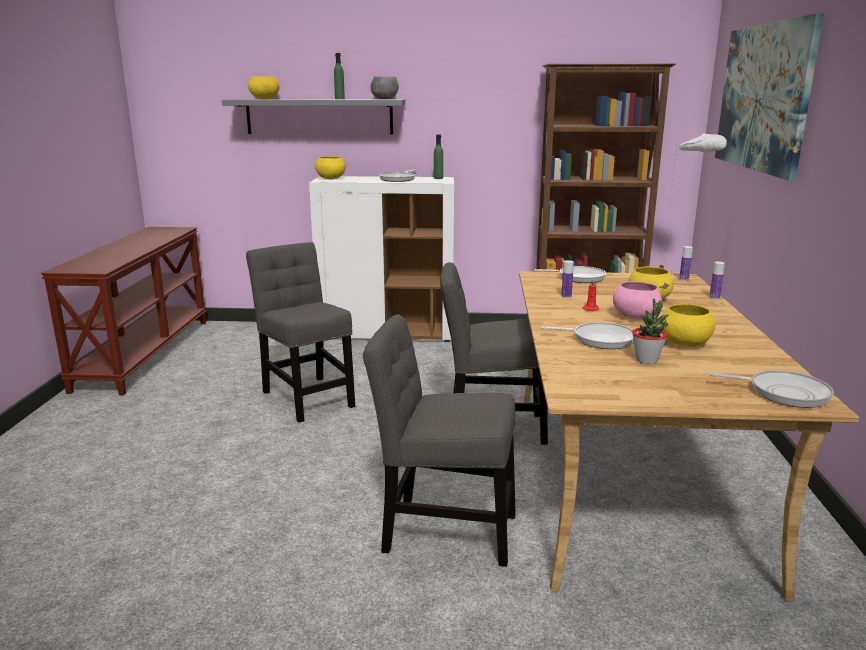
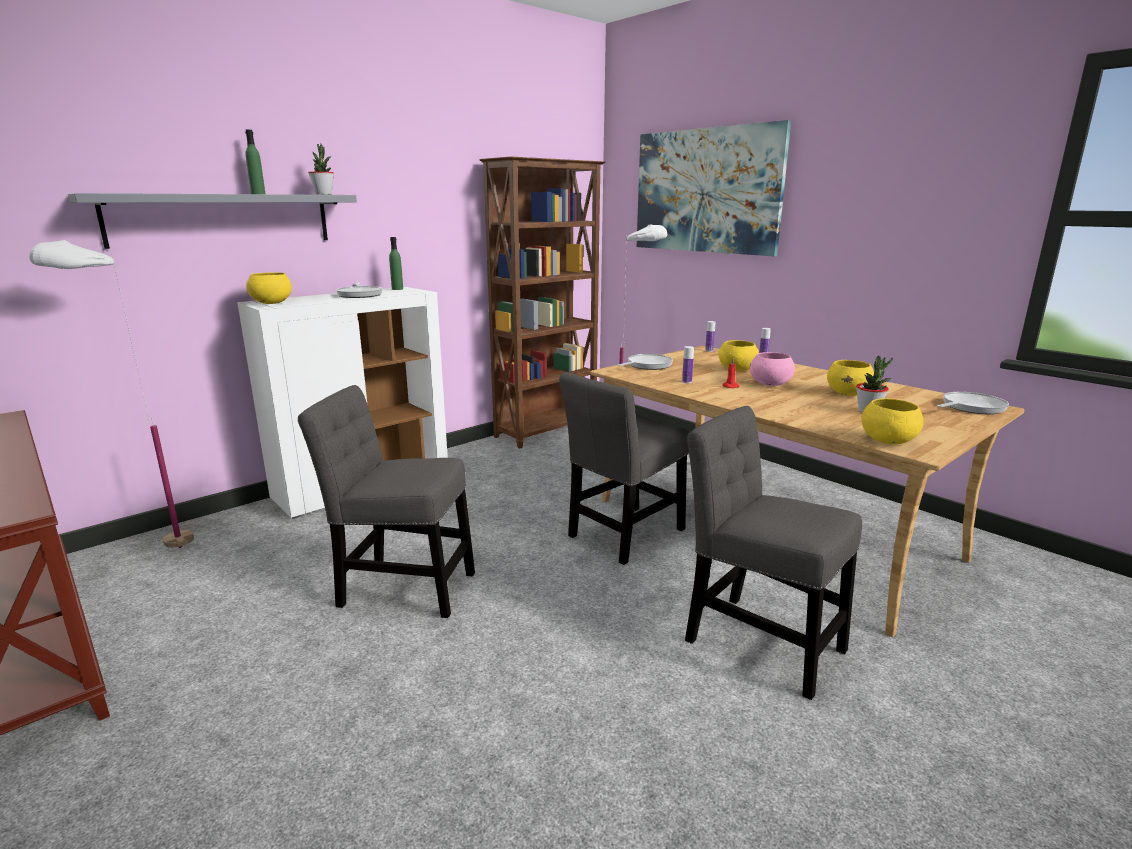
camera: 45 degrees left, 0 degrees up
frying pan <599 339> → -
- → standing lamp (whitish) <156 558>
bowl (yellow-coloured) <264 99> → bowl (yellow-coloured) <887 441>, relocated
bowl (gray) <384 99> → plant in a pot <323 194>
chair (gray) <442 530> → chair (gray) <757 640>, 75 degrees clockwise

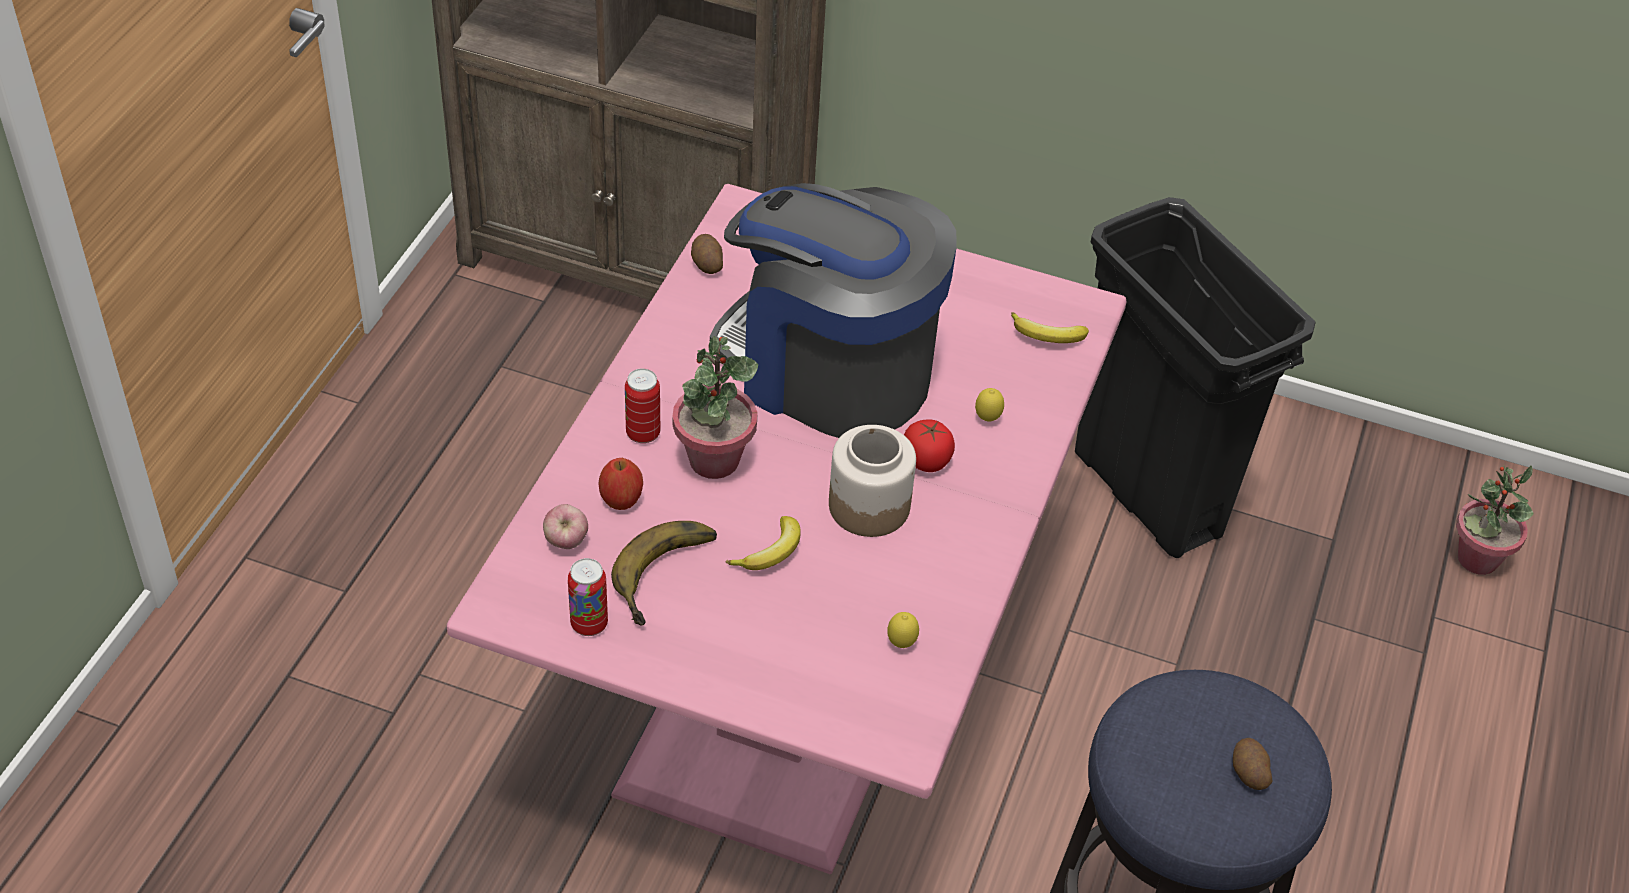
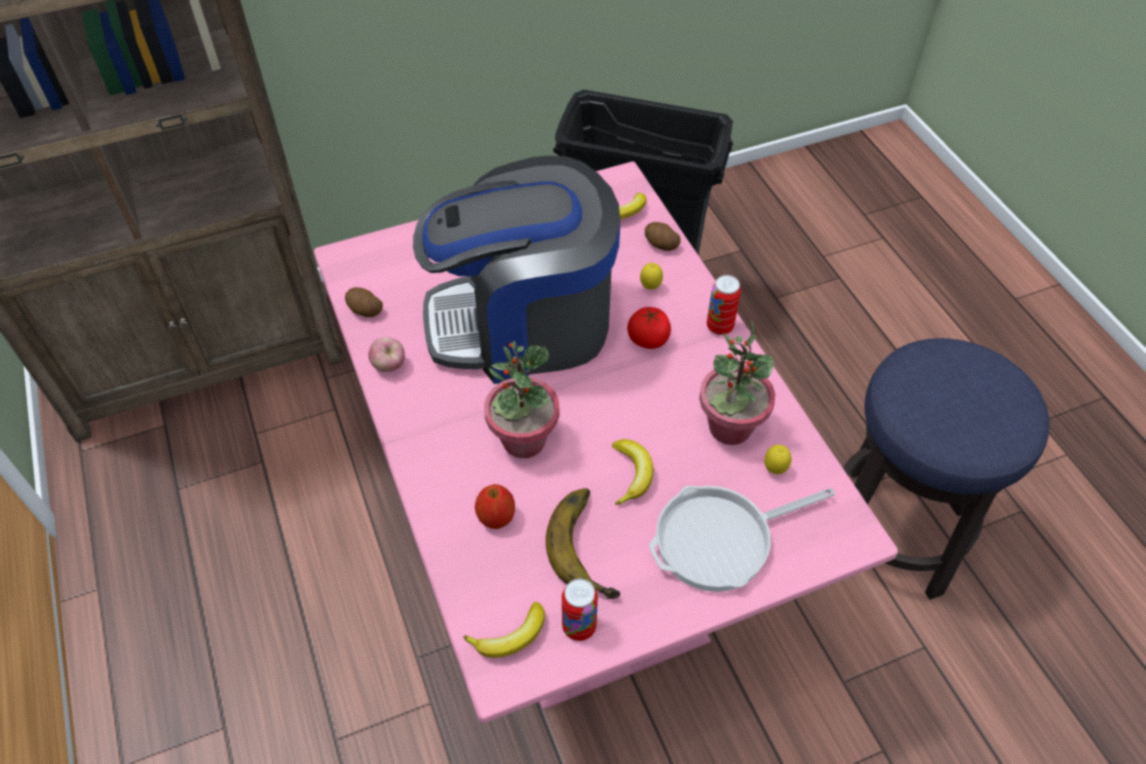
camera: 40 degrees left, 5 degrees up
jar <869 505> → -
- → whole banana <510 636>
- → frying pan <720 540>
whole apple <566 542> → whole apple <389 366>, relocated
sealed can <643 433> → sealed can <719 327>, relocated
potato <1248 773> → potato <660 244>, relocated
plant in a pot <1477 559> → plant in a pot <729 427>, relocated

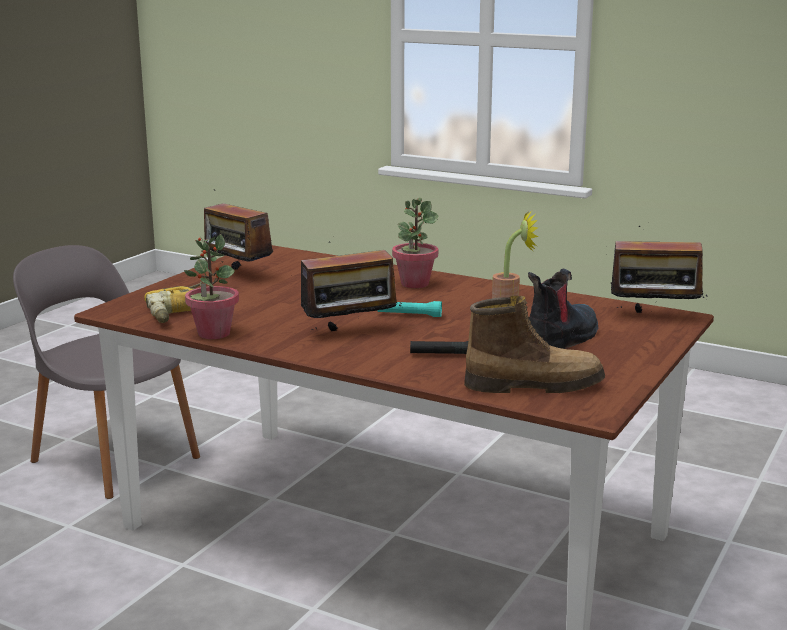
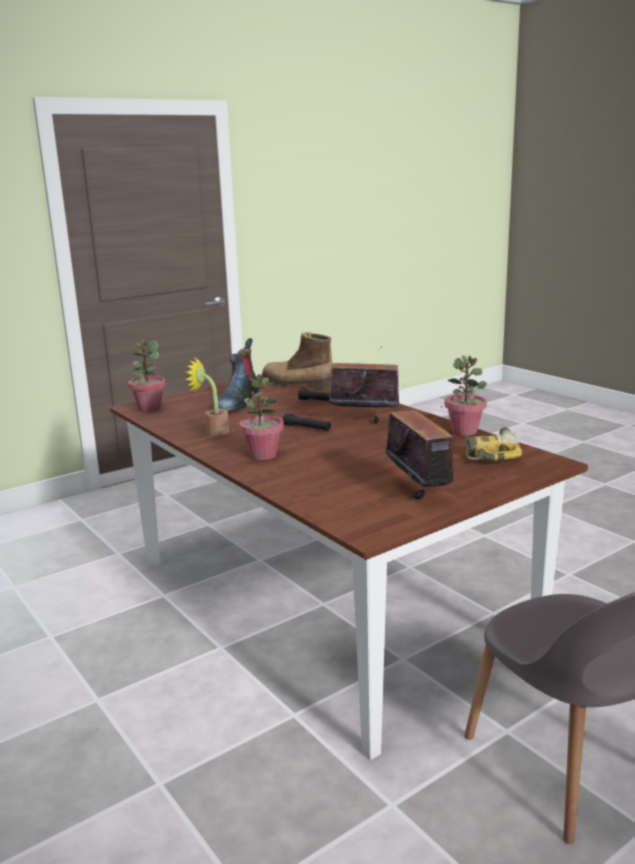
camera: 155 degrees left, 0 degrees up
radio <654 316> → plant in a pot <149 408>
flashlight (turquoise-coloured) <409 315> → flashlight (black) <307 428>
boot <561 339> → boot <237 402>, 45 degrees counterclockwise

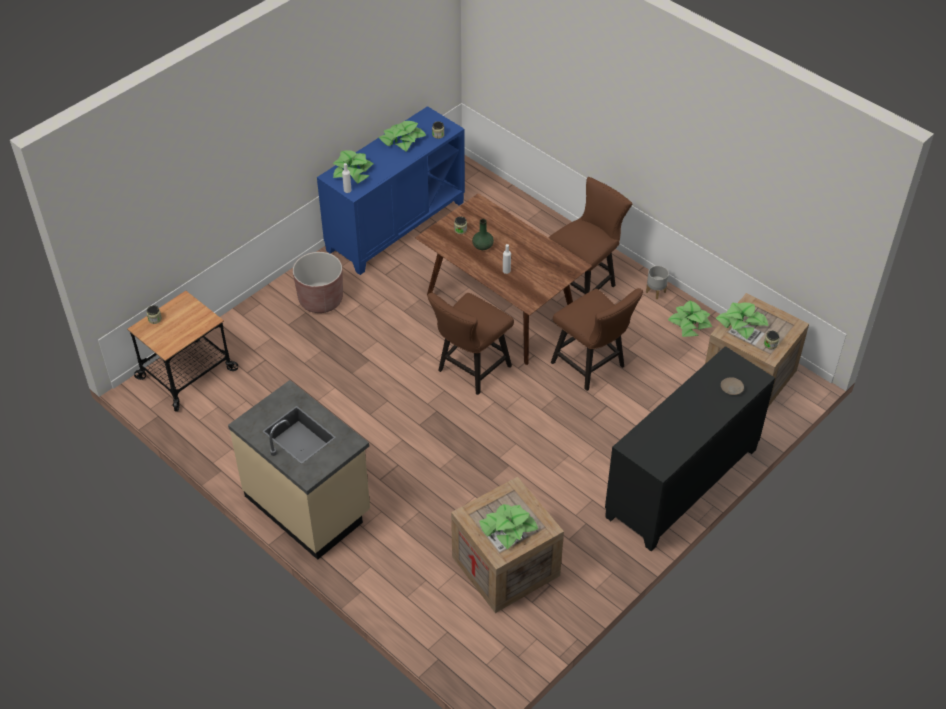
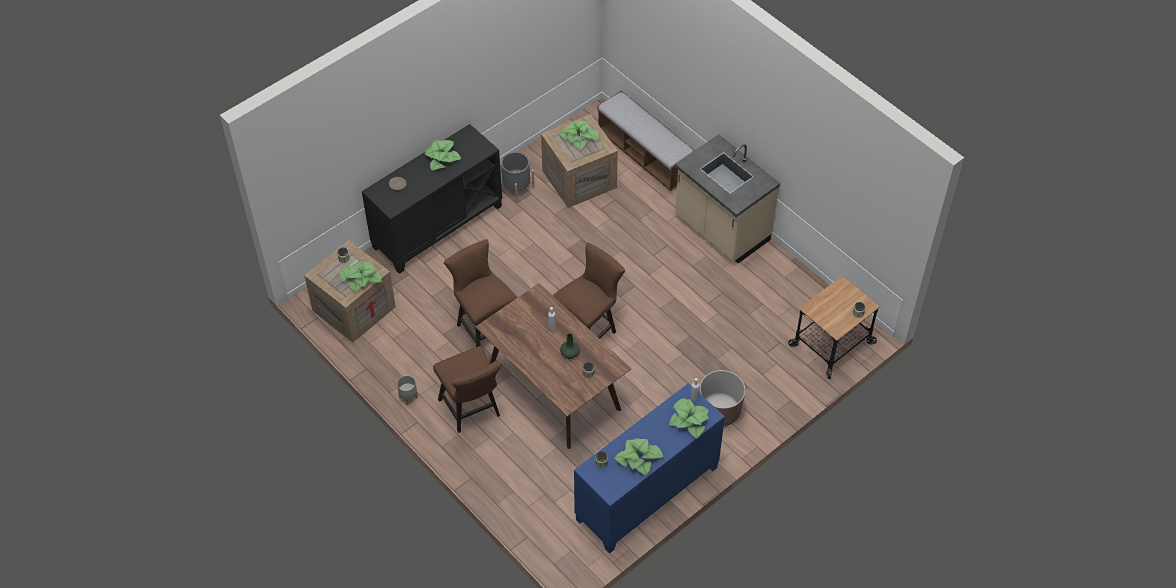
camera: 175 degrees left, 5 degrees up
- → plant pot (gray) <516 188>
- → long seat <645 155>
plant in a pot <689 324> → plant in a pot <442 157>, relocated
chair (brown-coloured) <584 283> → chair (brown-coloured) <472 410>, 75 degrees counterclockwise

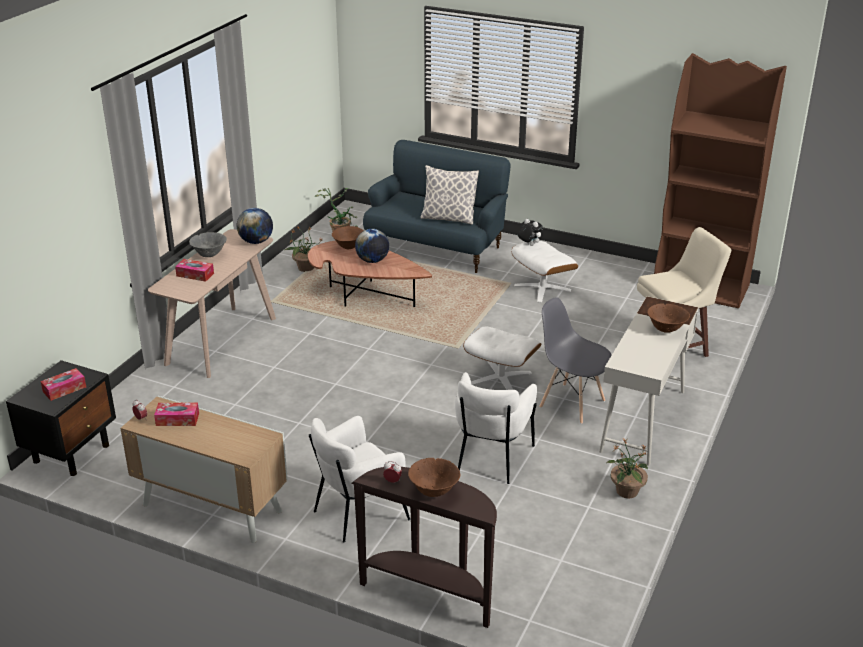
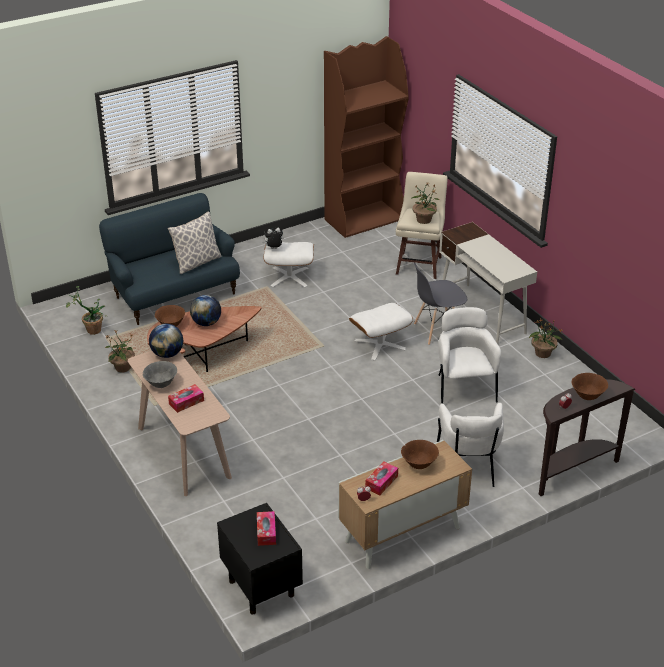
camera: 55 degrees left, 5 degrees up
- → plant in a pot <424 219>
bowl (brown-coloured) <666 329> → bowl (brown-coloured) <419 464>, relocated
lounge chair (whitish) <491 458> → lounge chair (whitish) <463 389>, 150 degrees counterclockwise

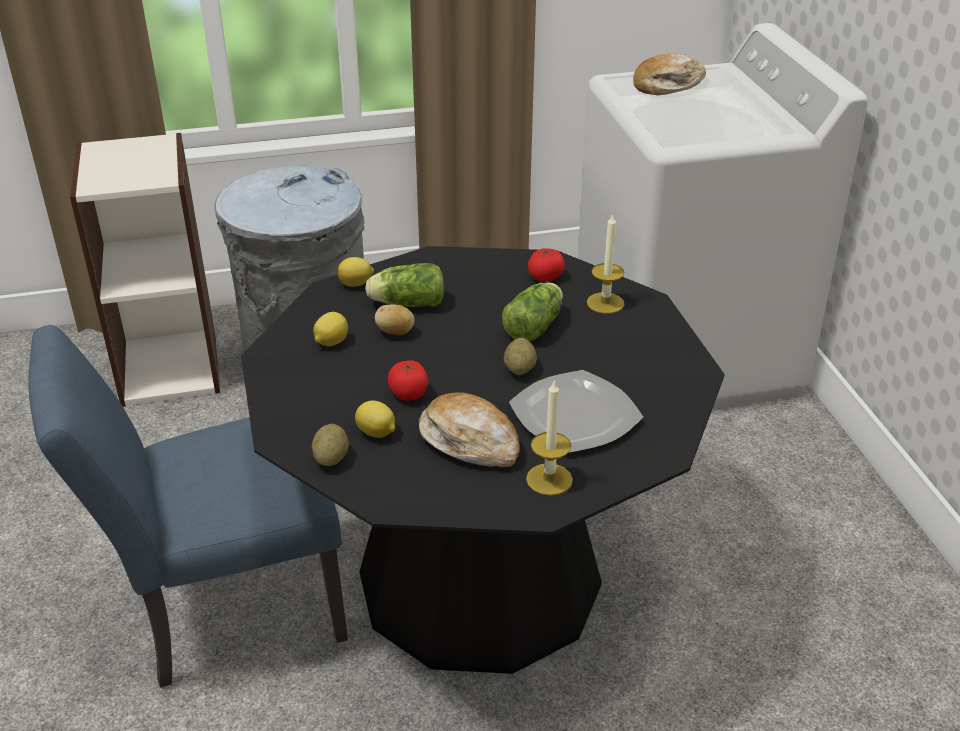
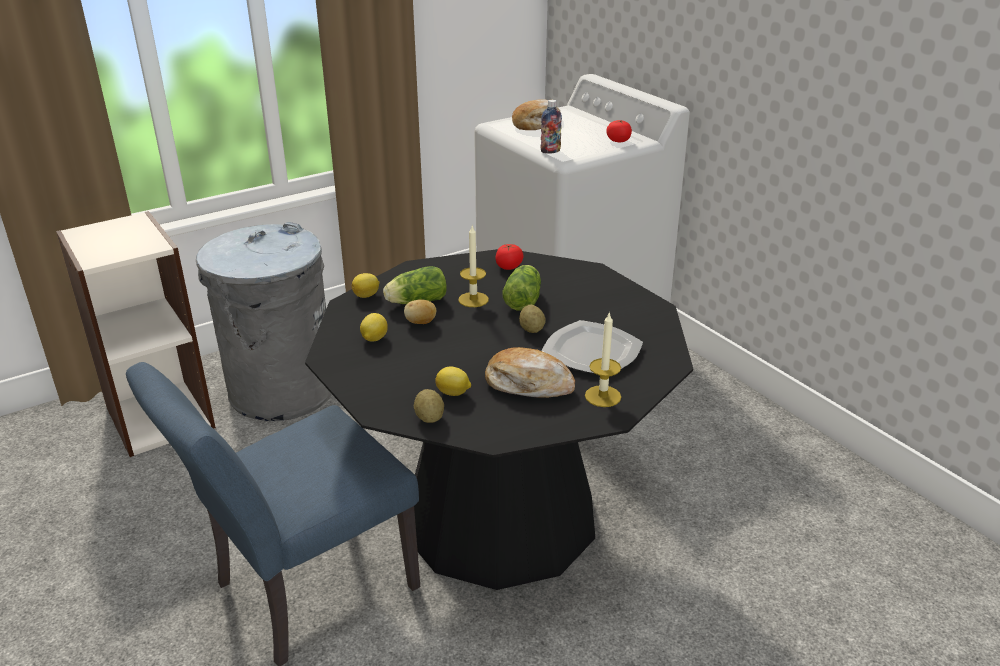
camera: 20 degrees left, 5 degrees down
- → drink bottle <550 151>
fresh tomato <409 394> → fresh tomato <618 141>, relocated
wax candle <605 303> → wax candle <473 299>, relocated

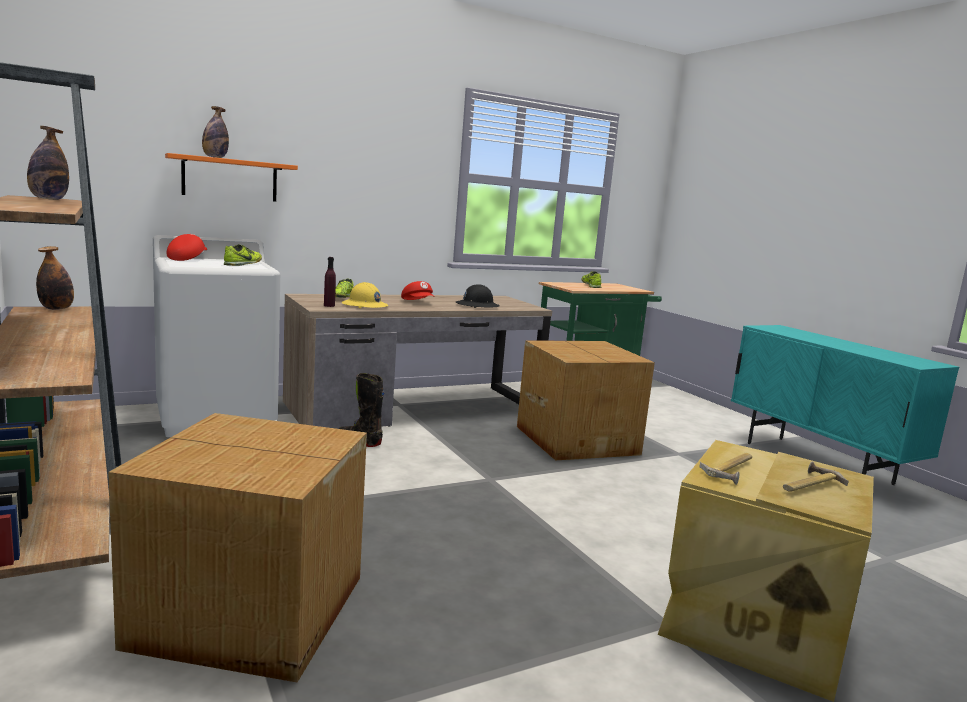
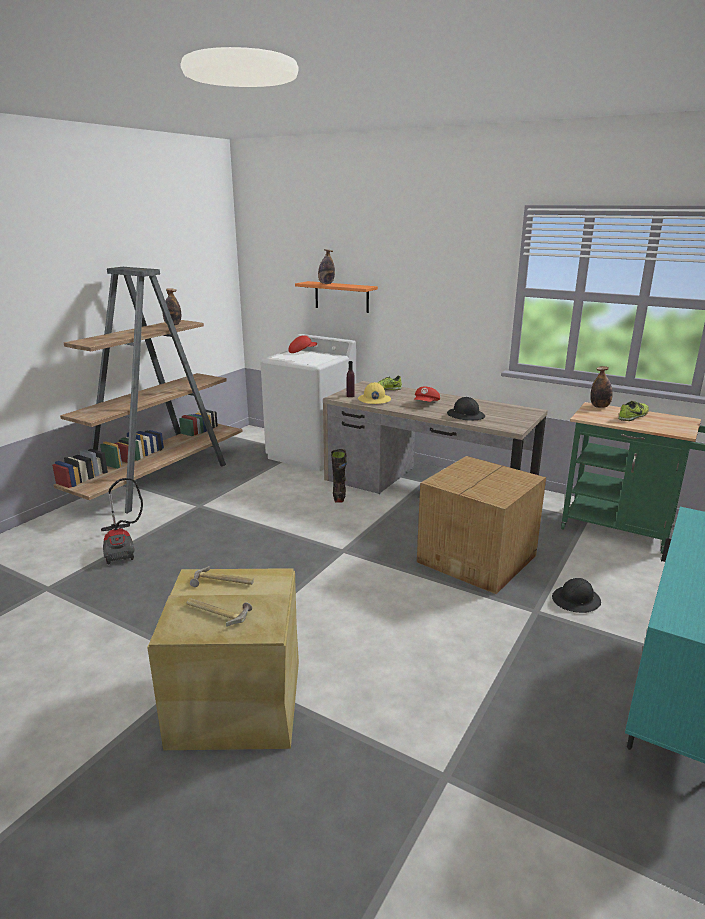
camera: 60 degrees right, 10 degrees up
shoe <243 264> → -
- → hard hat (black) <576 600>
drink bottle <56 309> → drink bottle <599 406>, relocated
packing box <252 612> → hoover <122 547>

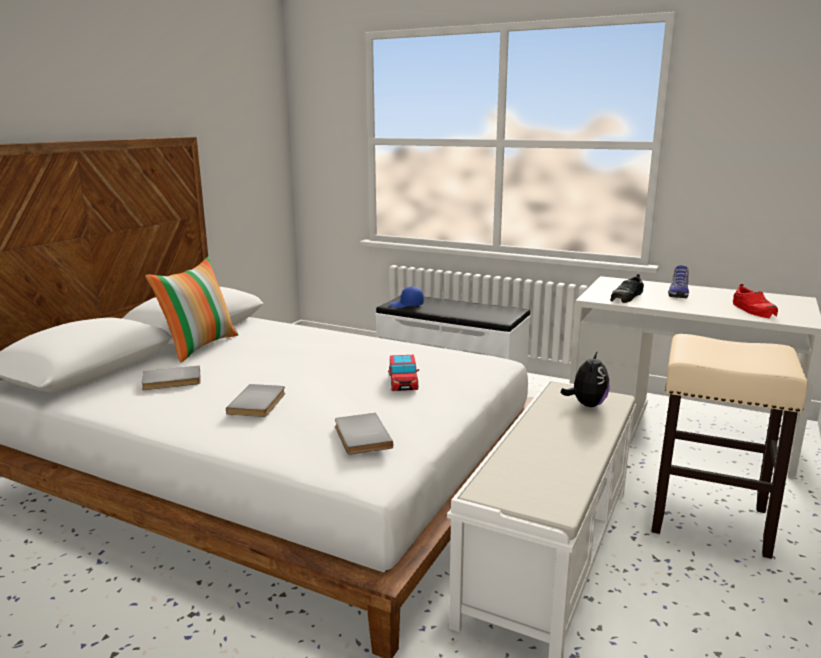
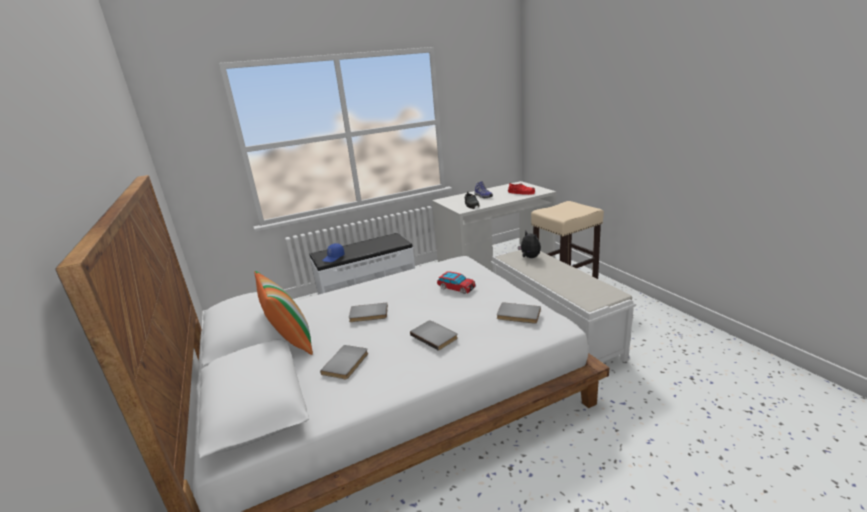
camera: 50 degrees left, 5 degrees up
- → volume (gray) <368 314>

